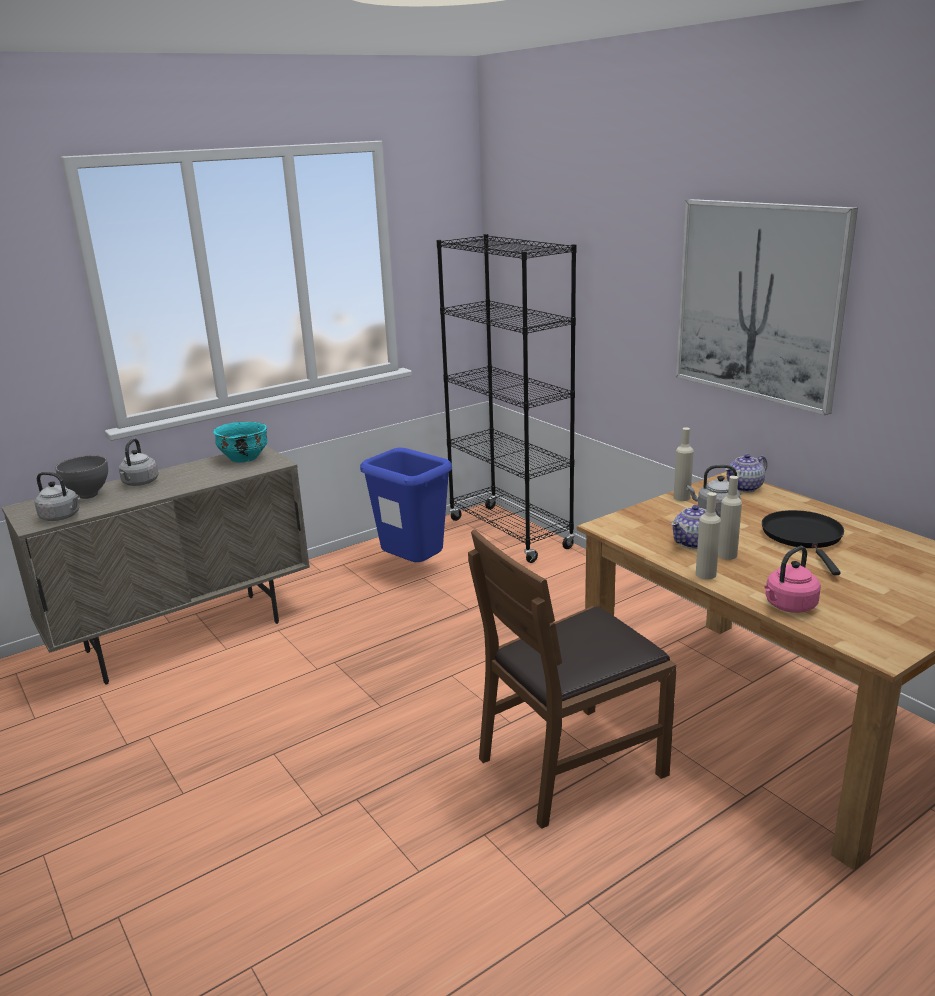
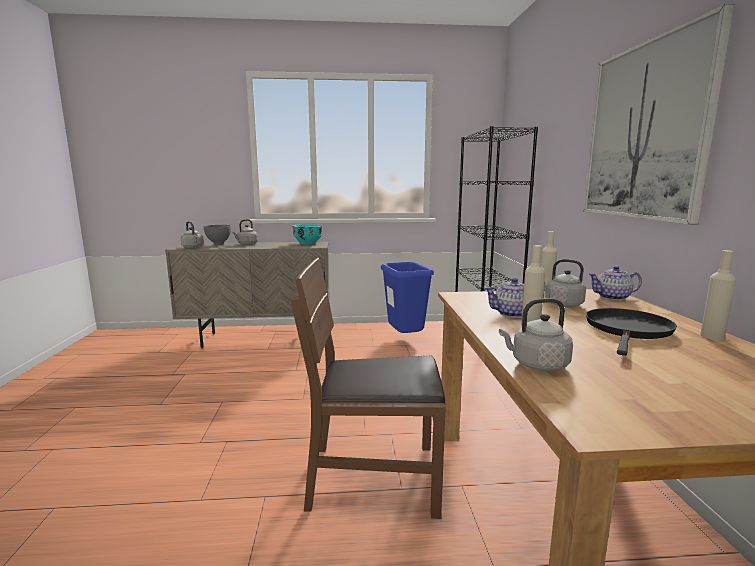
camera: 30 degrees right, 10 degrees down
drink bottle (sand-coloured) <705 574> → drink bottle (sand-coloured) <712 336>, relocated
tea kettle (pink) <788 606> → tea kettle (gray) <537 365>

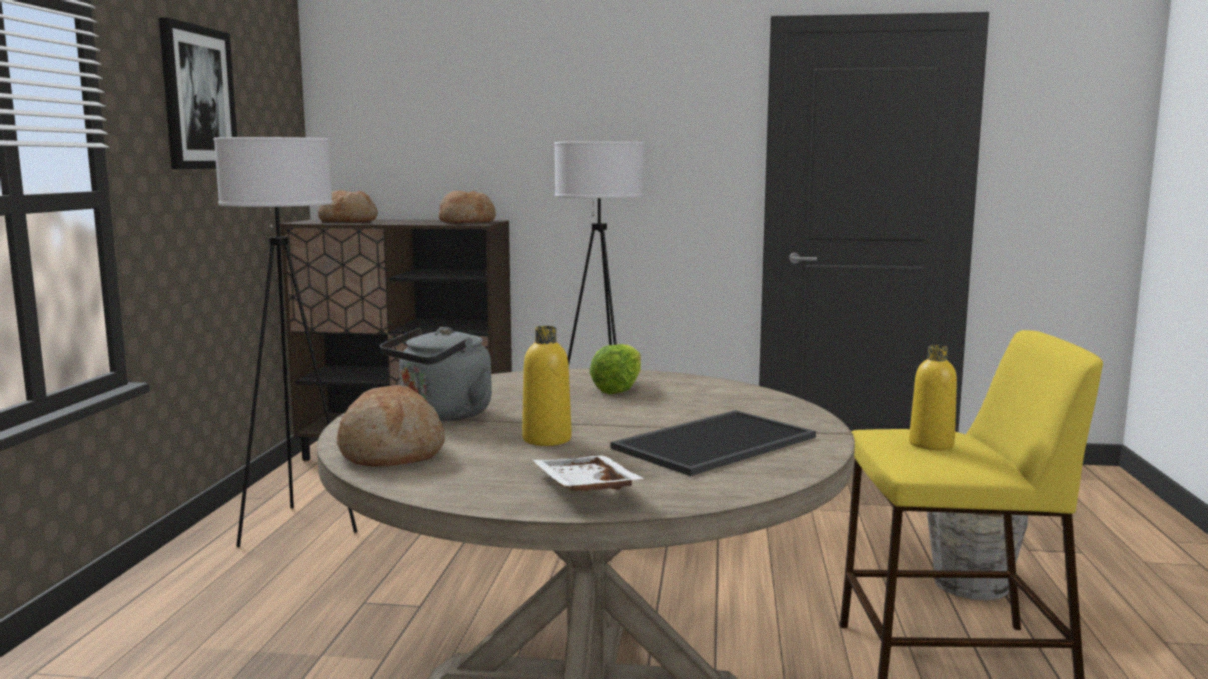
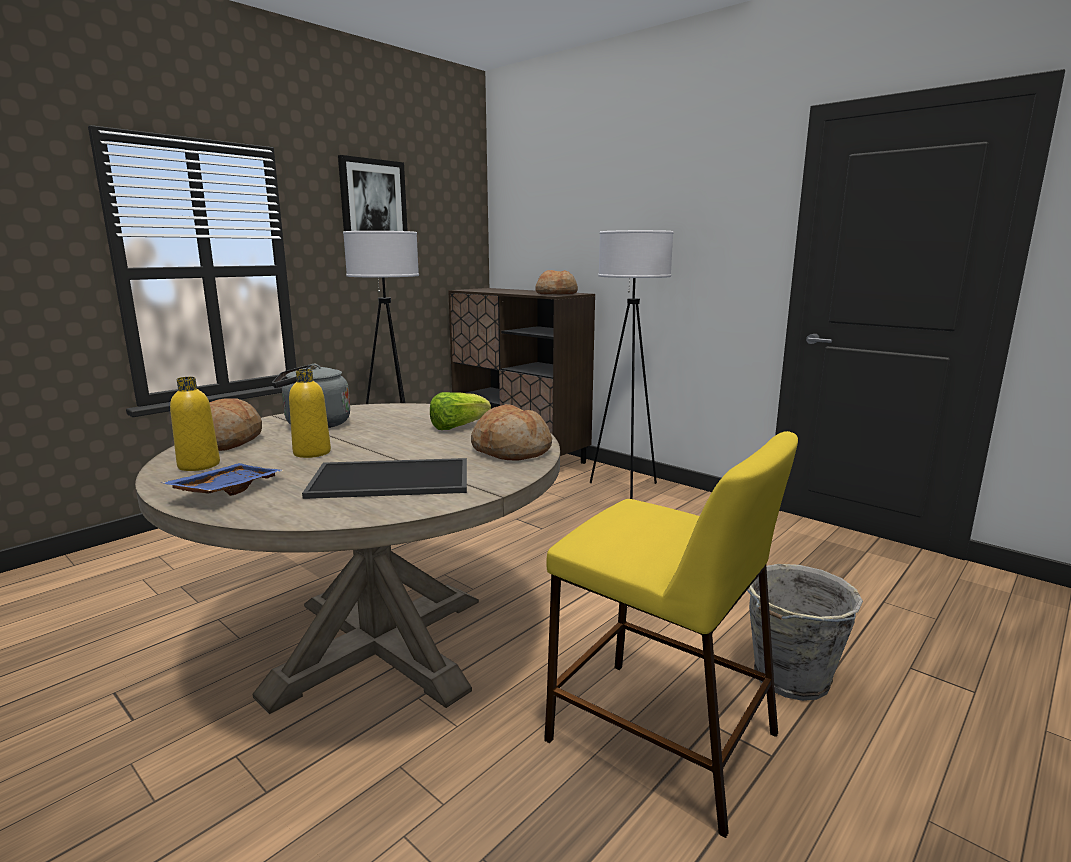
camera: 35 degrees right, 5 degrees up
bakery bread <348 221> → bakery bread <511 450>, relocated
drink bottle (yellow-coloured) <931 444> → drink bottle (yellow-coloured) <199 465>, relocated
carrying tray (whitish) <582 489> → carrying tray (bluish) <226 490>

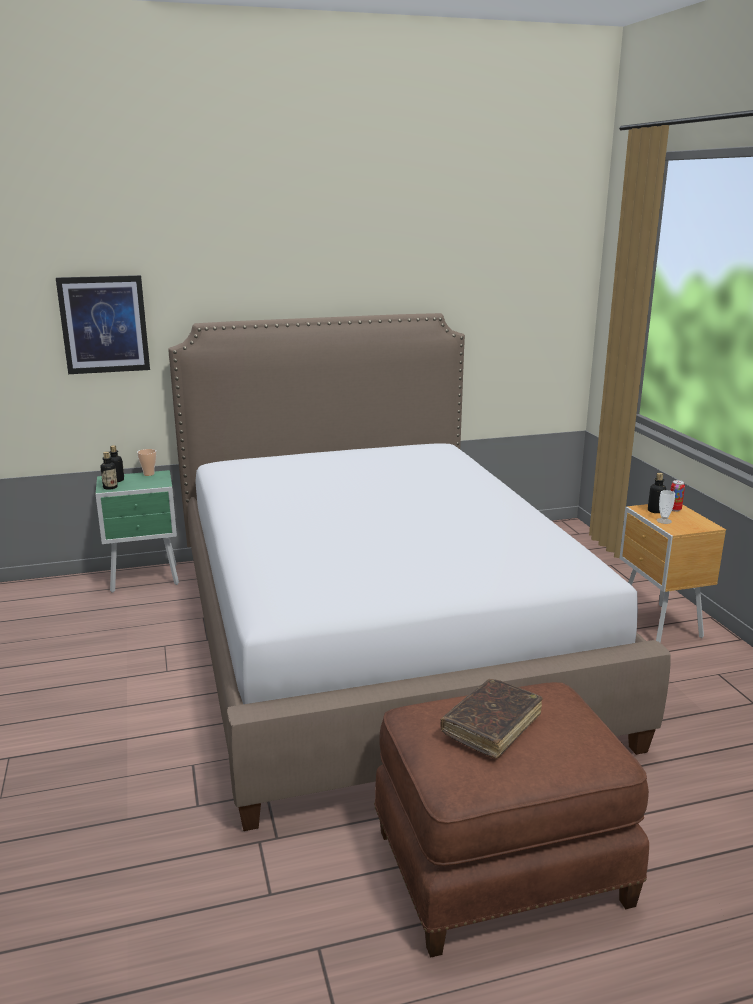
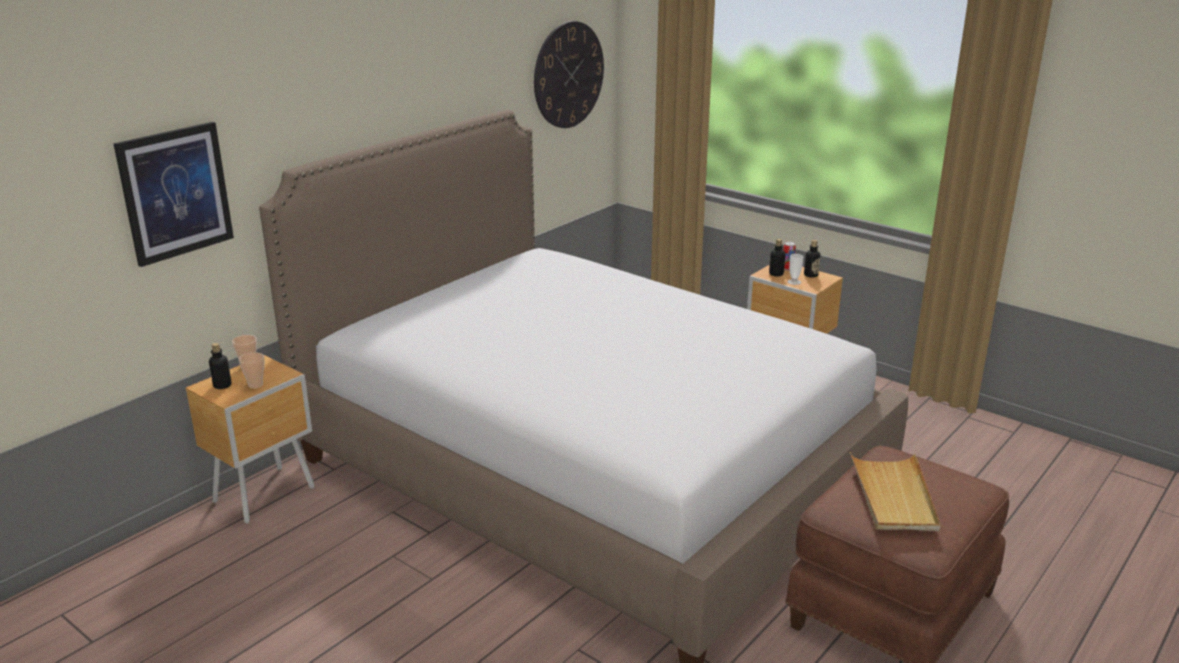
camera: 35 degrees left, 5 degrees up
- → small cup <255 385>
- → wall clock <568 75>
drink bottle <110 487> → drink bottle <811 275>, relocated
volume (brown-coloured) <491 725> → carrying tray (sand-coloured) <893 495>
bedside table (greenish) <146 579> → bedside table (brown-coloured) <267 494>

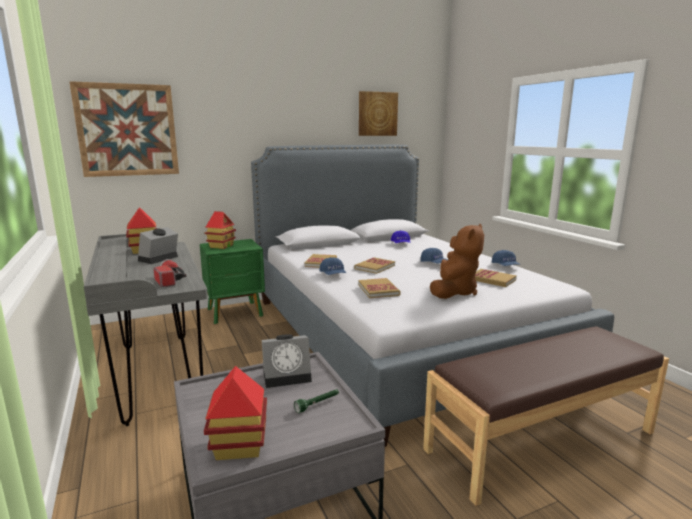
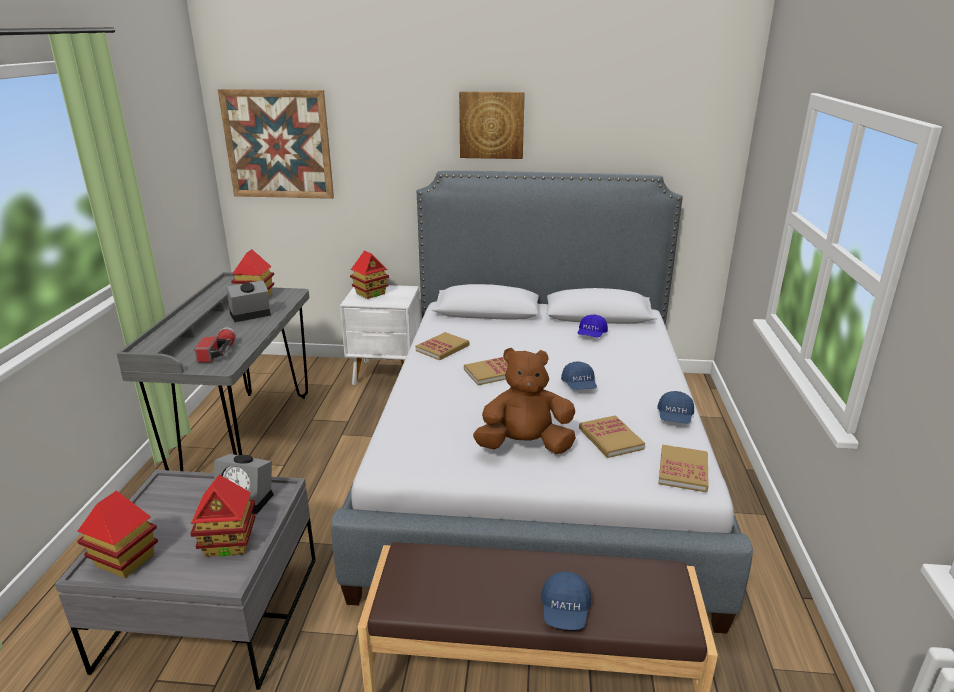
camera: 30 degrees right, 10 degrees up
cap (bluish) <333 274> → cap (bluish) <565 611>, relocated
volume <378 290> → volume <683 470>, relocated
picture <377 114> → picture <491 125>, relocated
flashlight (greenish) <317 404> → model house <229 543>
bedside table (greenish) <236 313> → bedside table (whitish) <387 374>
plush toy (brown-coloured) <454 292> → plush toy (brown-coloured) <525 446>, 150 degrees counterclockwise

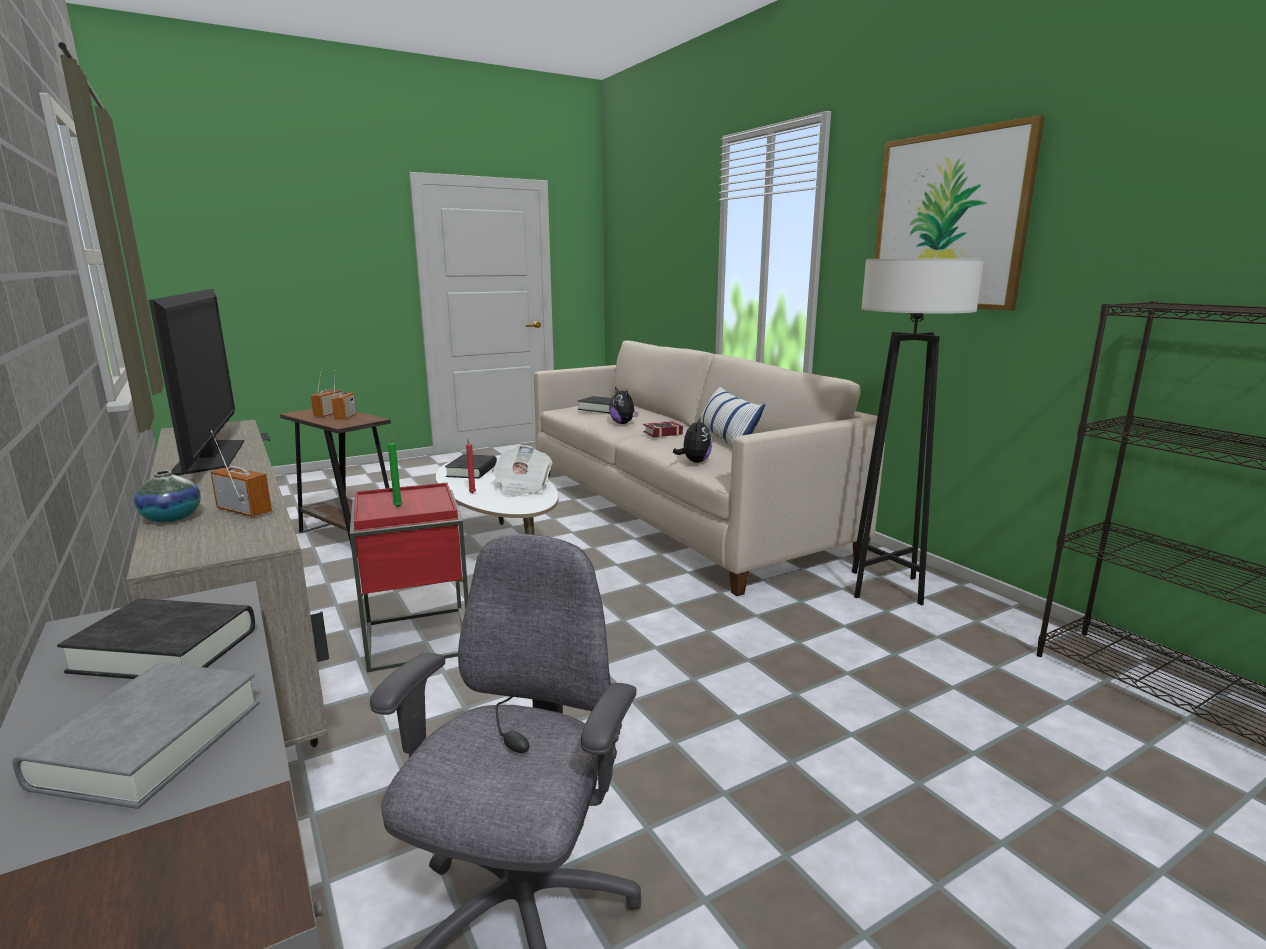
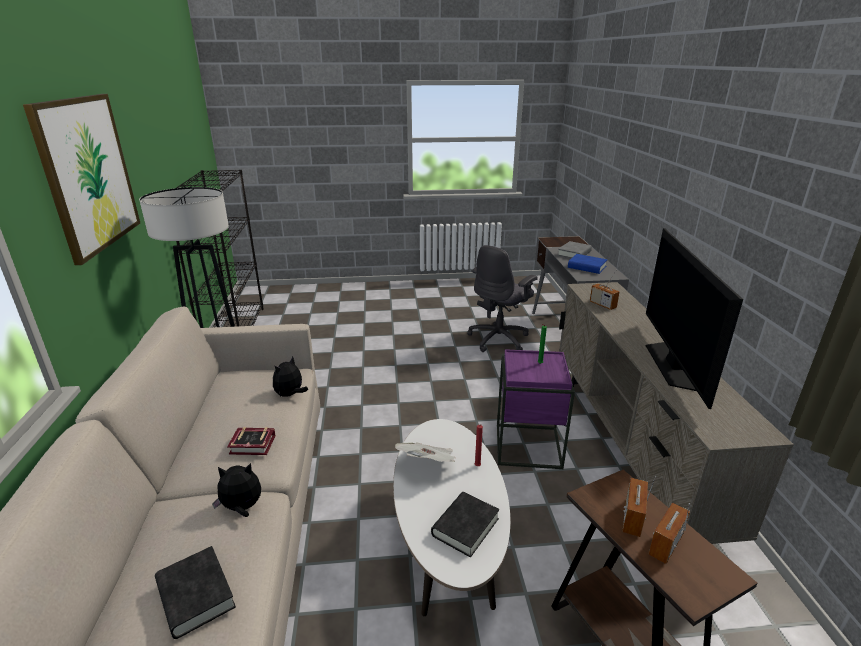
camera: 155 degrees left, 10 degrees up
vase <172 518> → -
pillow <726 440> → -
volume (black) <166 650> → volume (bluish) <586 267>
side table (red-coloured) <417 638> → side table (purple) <528 446>
plush toy <623 423> → plush toy <242 508>, 90 degrees counterclockwise

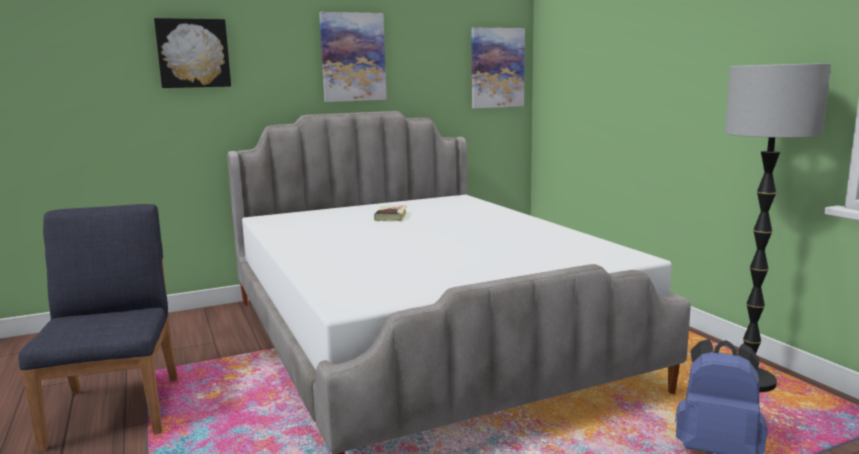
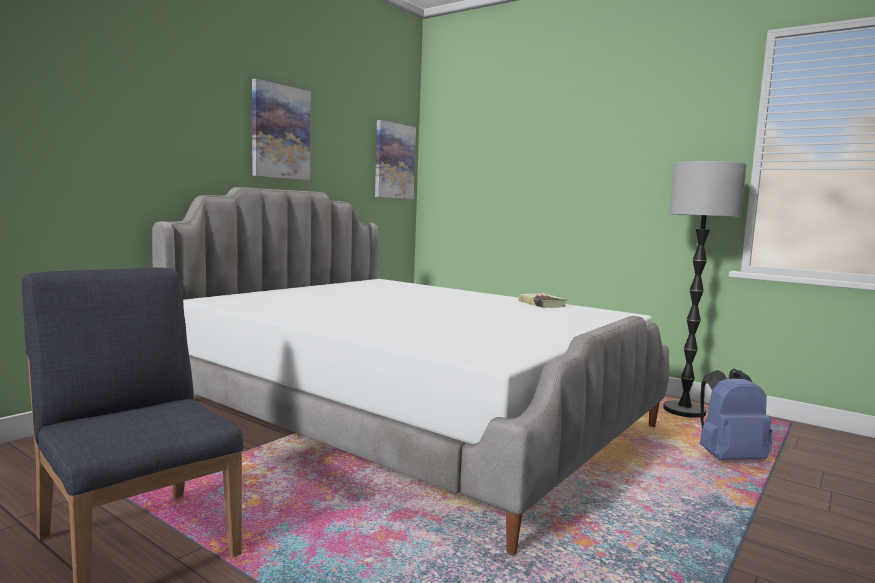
camera: 30 degrees left, 5 degrees down
picture <193 53> → -
volume <391 216> → volume <542 304>, relocated

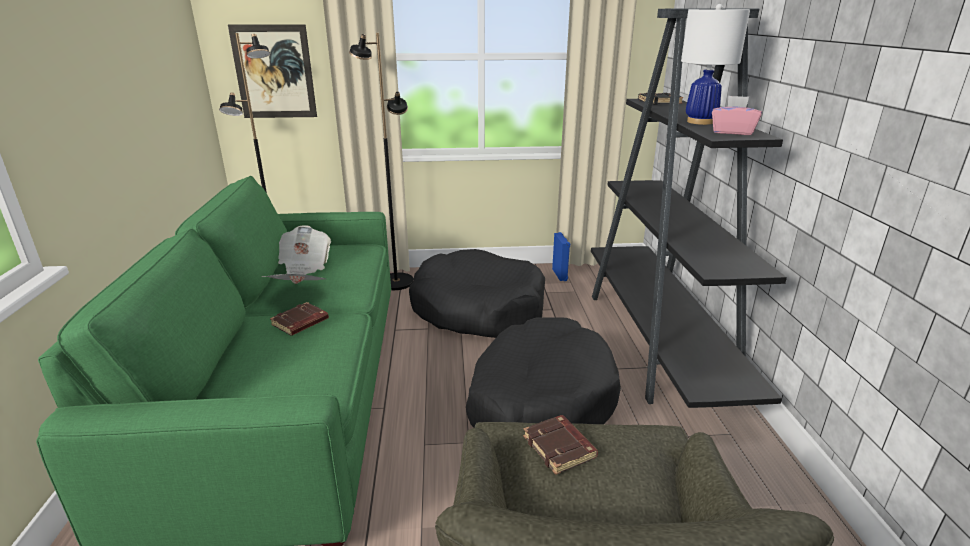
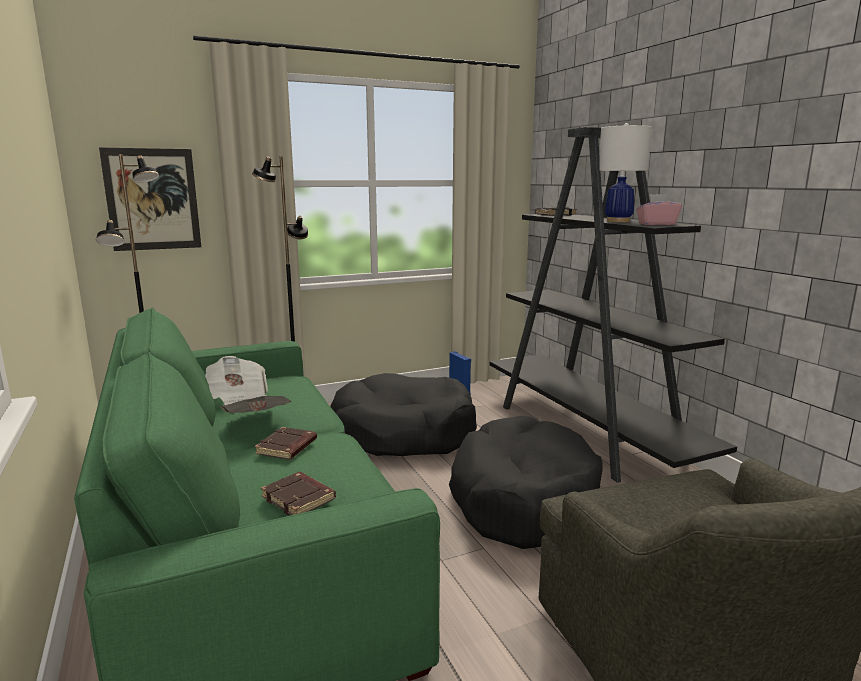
camera: 20 degrees left, 10 degrees down
volume (brown-coloured) <560 448> → volume (brown-coloured) <300 499>, relocated

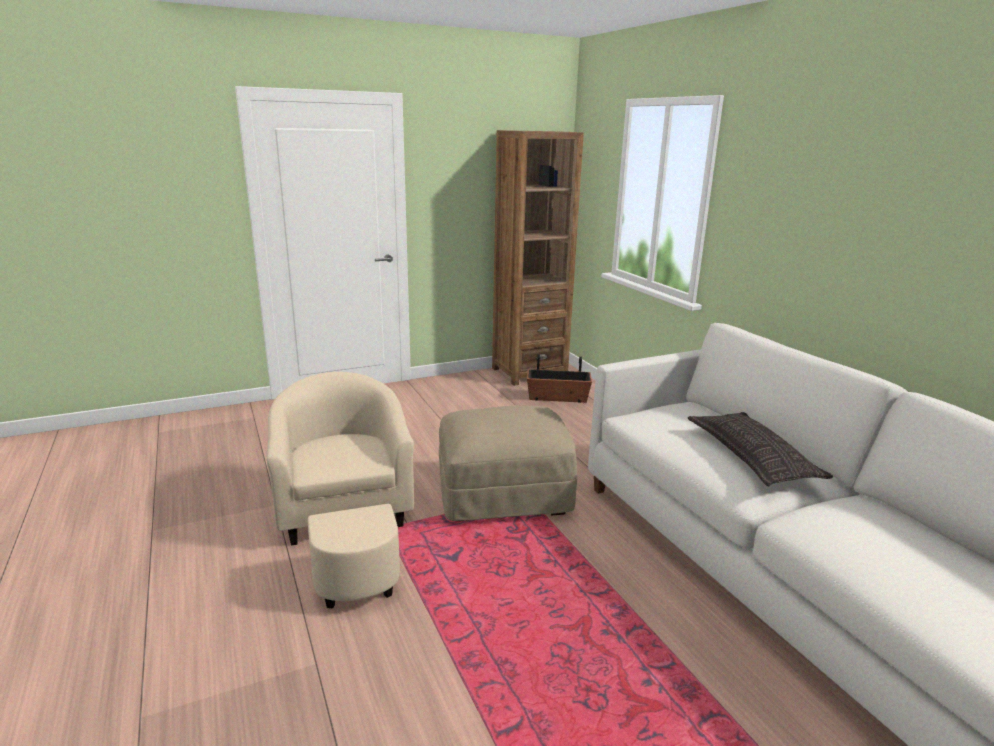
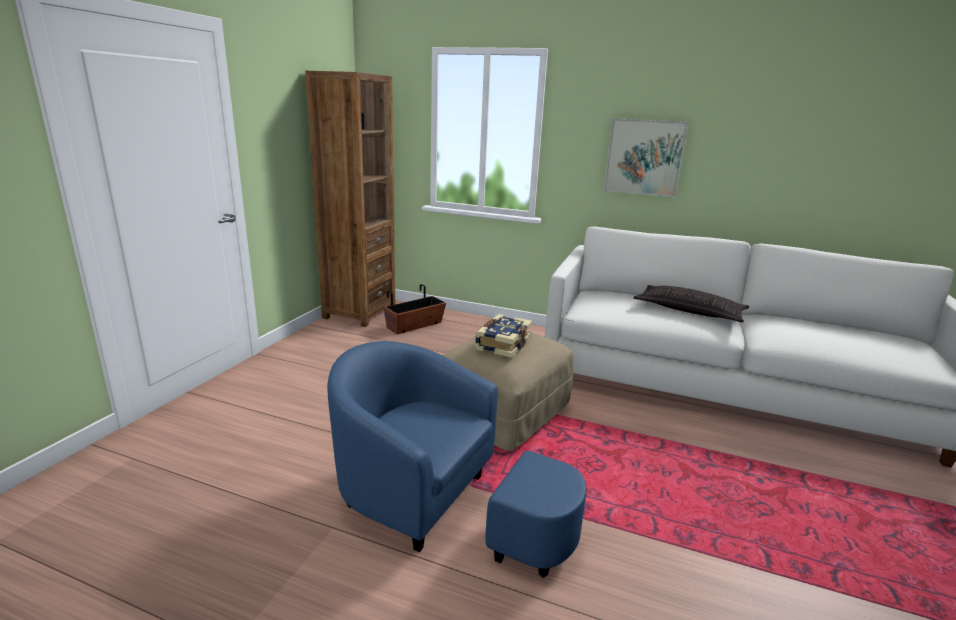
camera: 45 degrees left, 0 degrees up
- → volume <502 344>
- → picture <644 157>
lounge chair (sand-coloured) <347 527> → lounge chair (bluish) <438 505>

